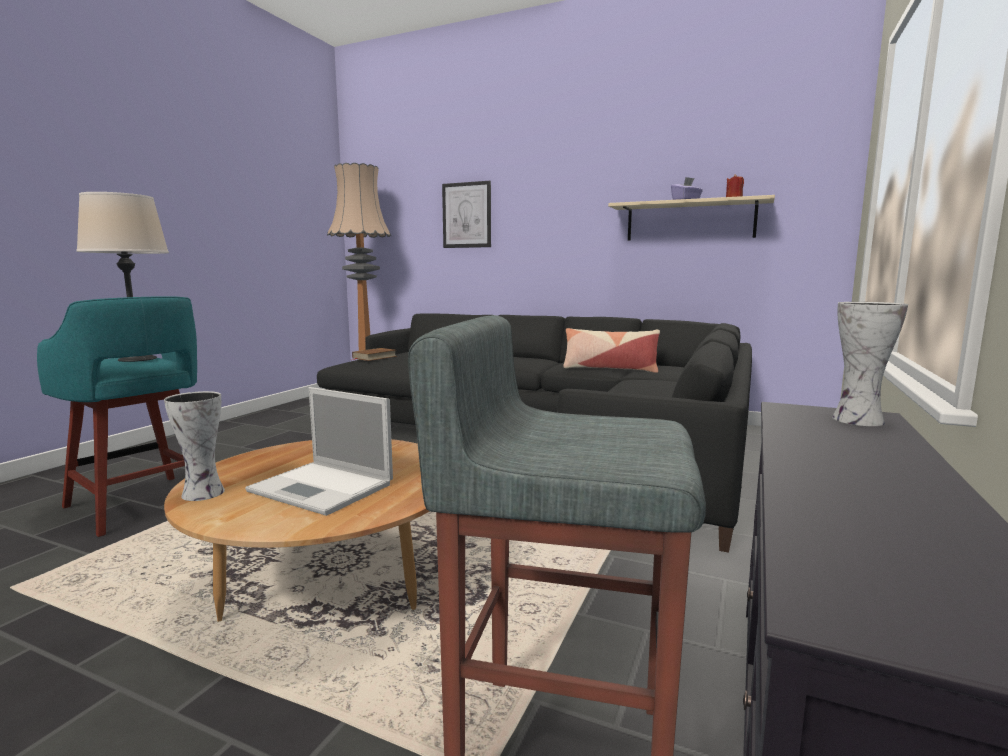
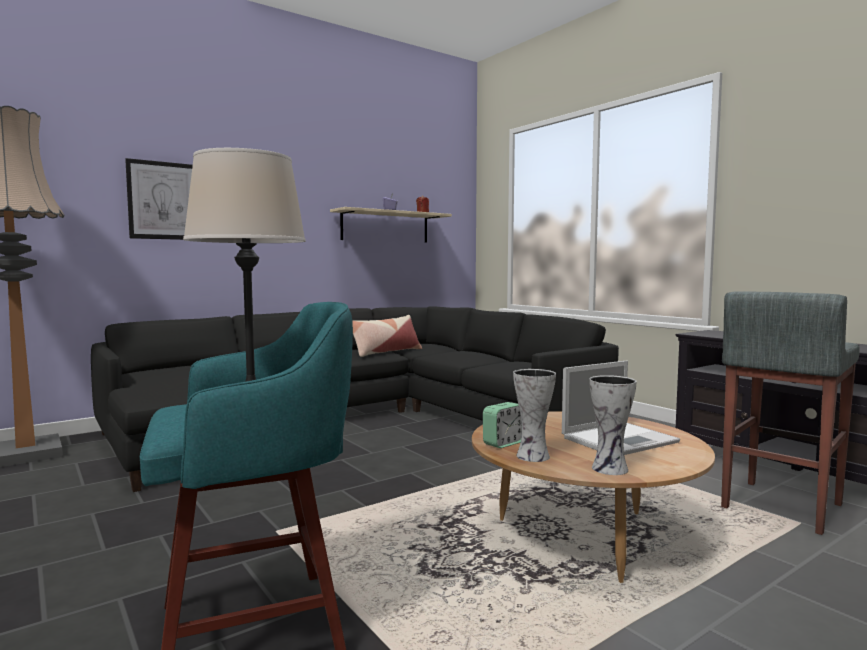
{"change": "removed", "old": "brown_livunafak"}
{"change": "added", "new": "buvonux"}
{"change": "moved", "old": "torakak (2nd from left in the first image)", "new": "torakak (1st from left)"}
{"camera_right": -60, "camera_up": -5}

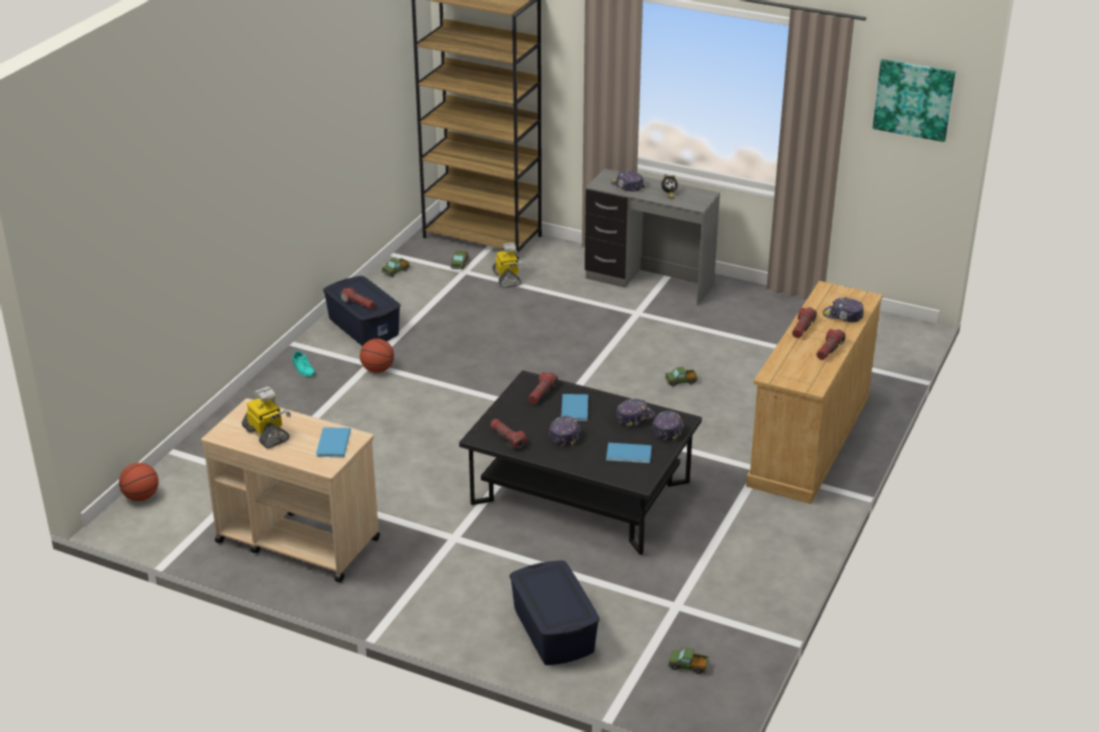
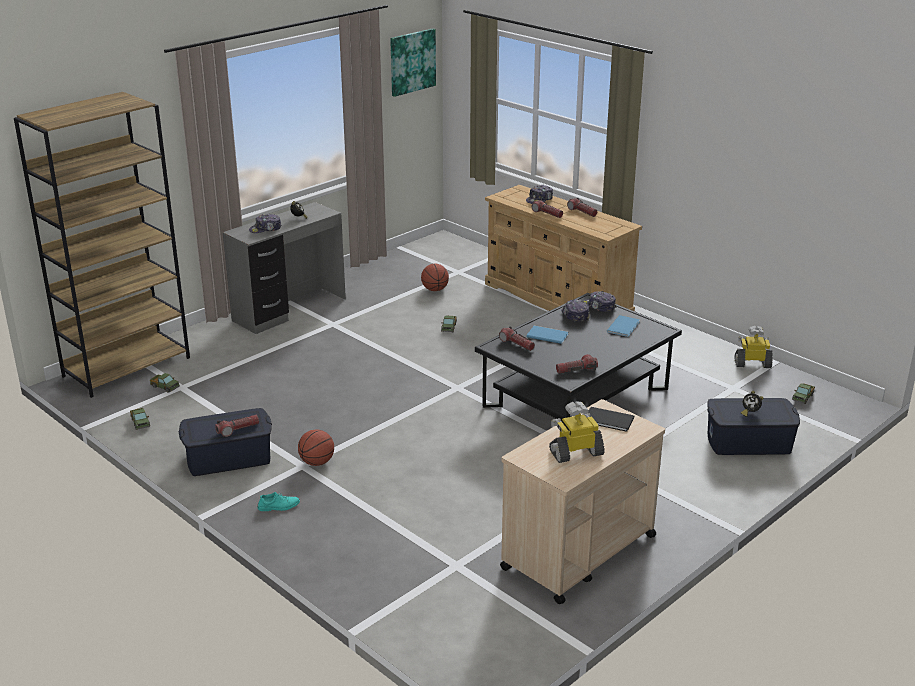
{"change": "removed", "old": "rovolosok (1st from left)"}
{"change": "added", "new": "buvonux (2nd from left)"}
{"change": "moved", "old": "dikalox (1st from left in the first image)", "new": "dikalox (2nd from left)"}
{"change": "moved", "old": "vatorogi (2nd from left)"}
{"change": "recoloured", "old": "blue_livunafak (1st from left)", "new": "black_livunafak"}
{"camera_right": -70, "camera_up": -5}

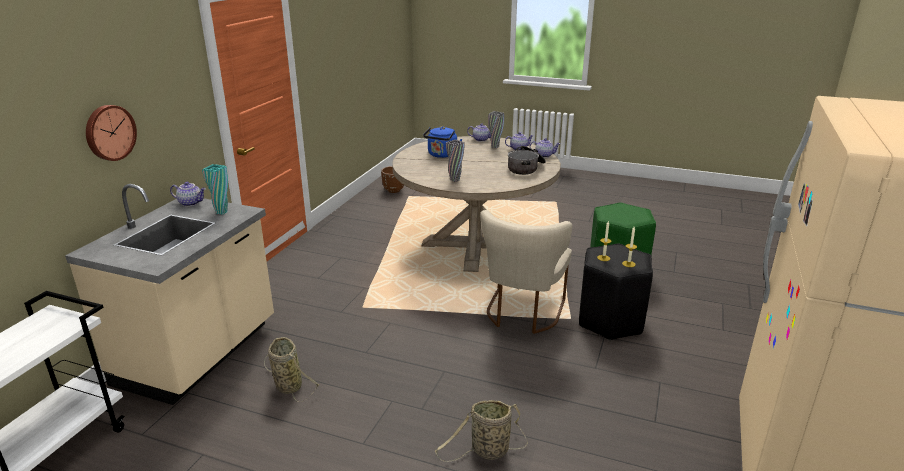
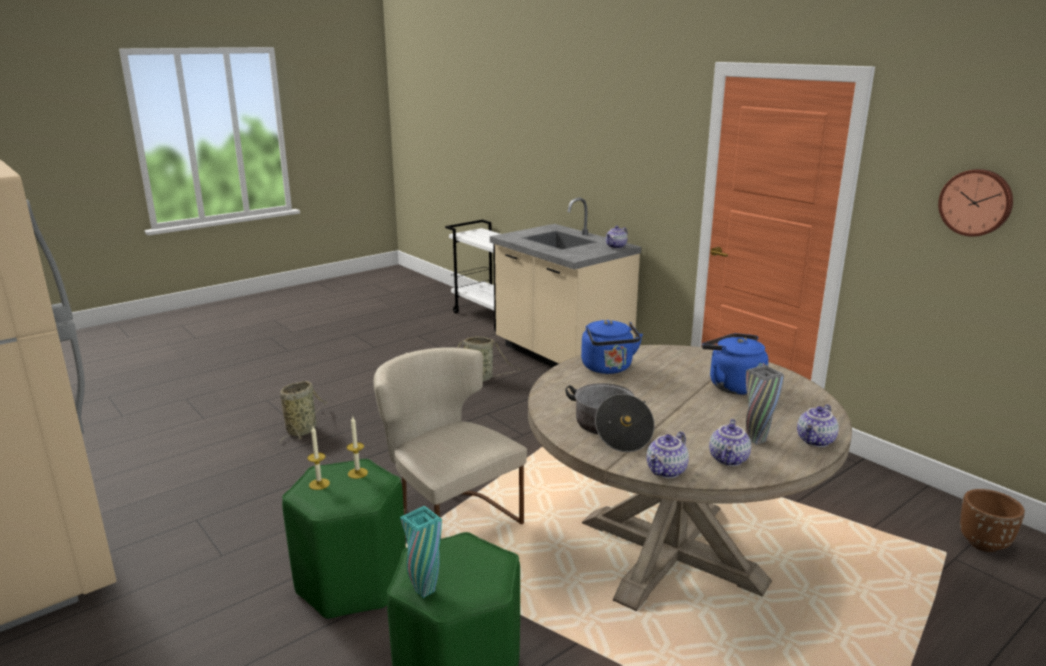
{"change": "moved", "old": "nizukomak"}
{"change": "moved", "old": "turquoise_torakak"}
{"change": "replaced", "old": "grey_torakak (1st from left)", "new": "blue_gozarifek (1st from left)"}
{"change": "recoloured", "old": "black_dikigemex", "new": "green_dikigemex (1st from left)"}
{"camera_right": 120, "camera_up": -5}

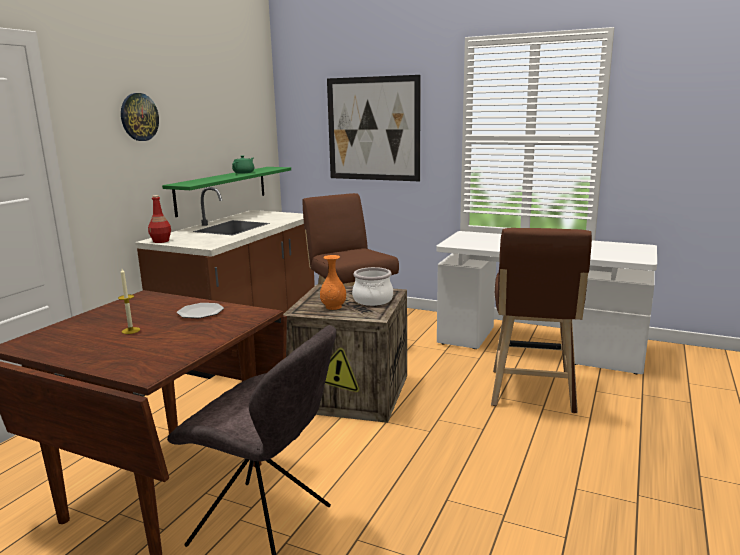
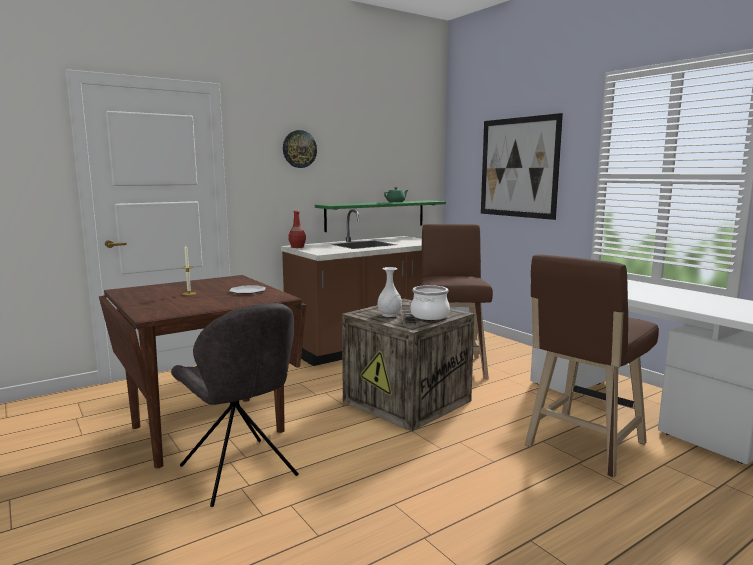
{"change": "recoloured", "old": "orange_torakak", "new": "white_torakak"}
{"camera_right": 30, "camera_up": -5}

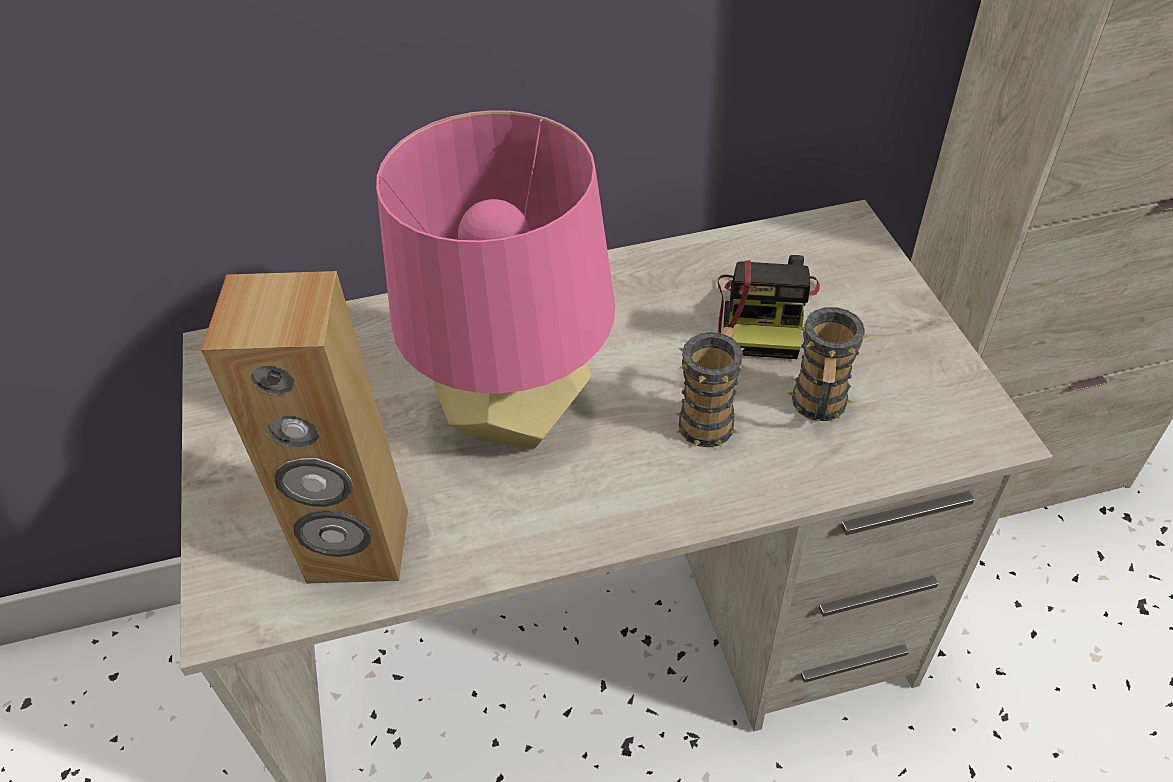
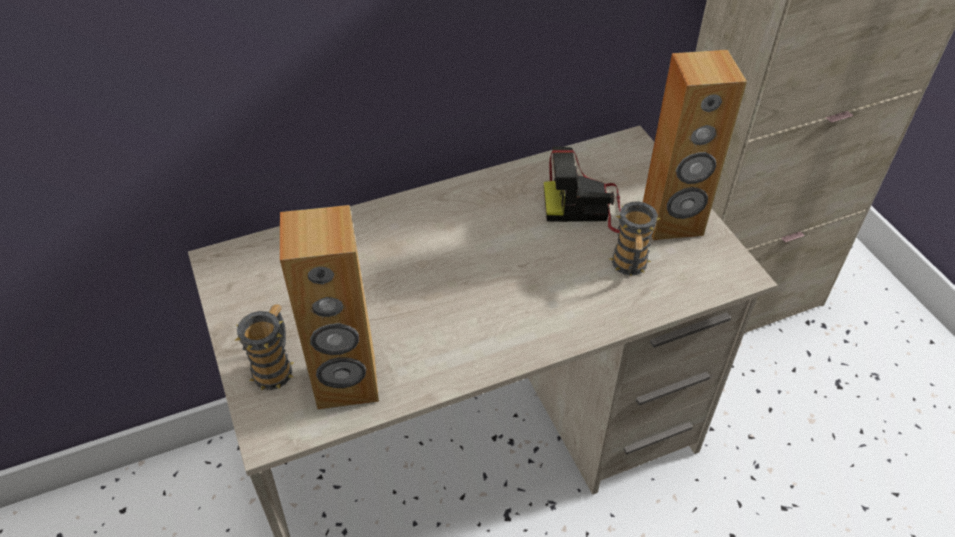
{"change": "removed", "old": "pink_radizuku"}
{"change": "added", "new": "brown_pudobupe (2nd from left)"}
{"change": "moved", "old": "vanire (1st from left)"}
{"change": "turned", "old": "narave", "degrees": 90}
{"camera_right": -10, "camera_up": 0}

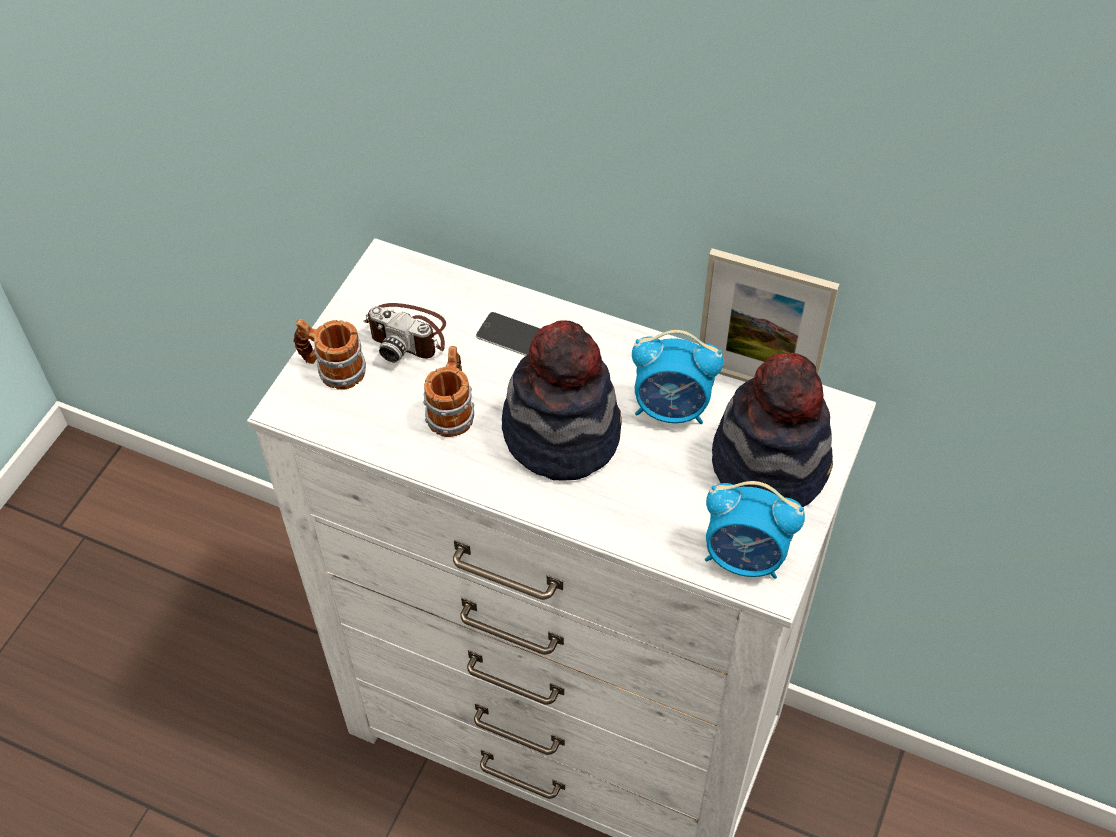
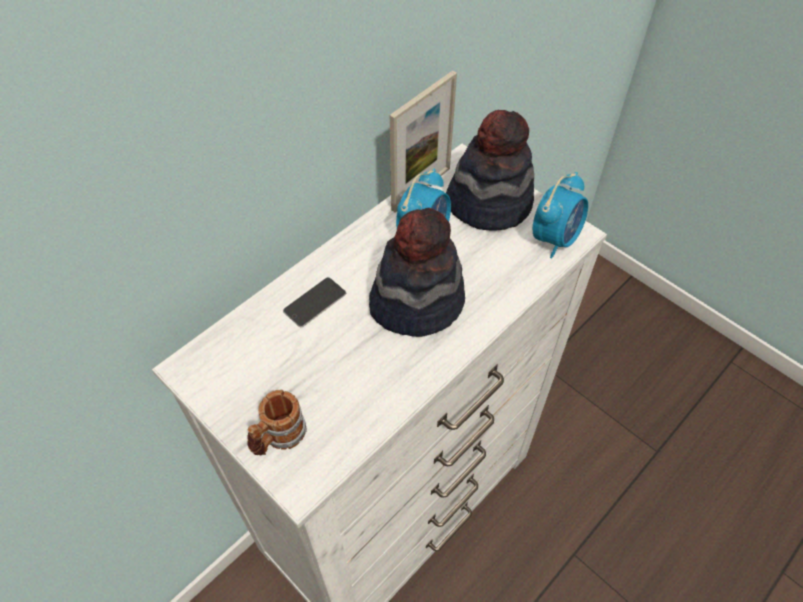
{"change": "removed", "old": "narave"}
{"change": "removed", "old": "vanire (2nd from left)"}
{"camera_right": -70, "camera_up": 0}

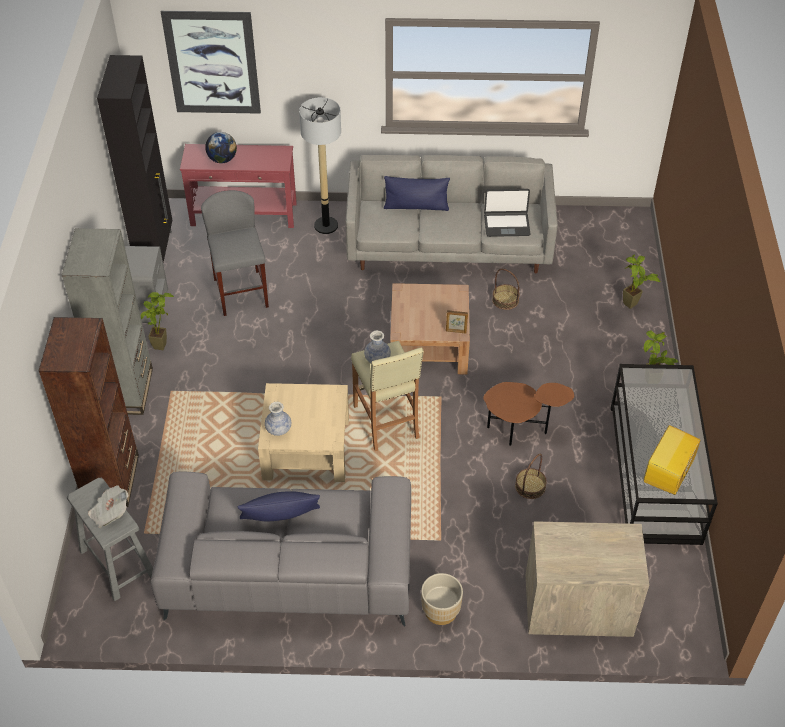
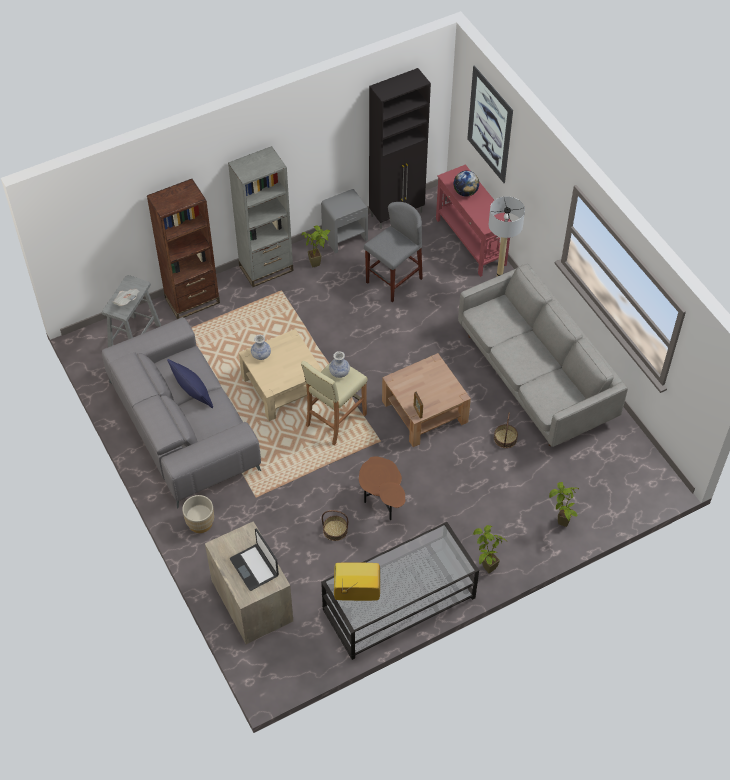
{"change": "removed", "old": "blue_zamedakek (2nd from left)"}
{"change": "moved", "old": "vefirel"}
{"camera_right": 60, "camera_up": 5}

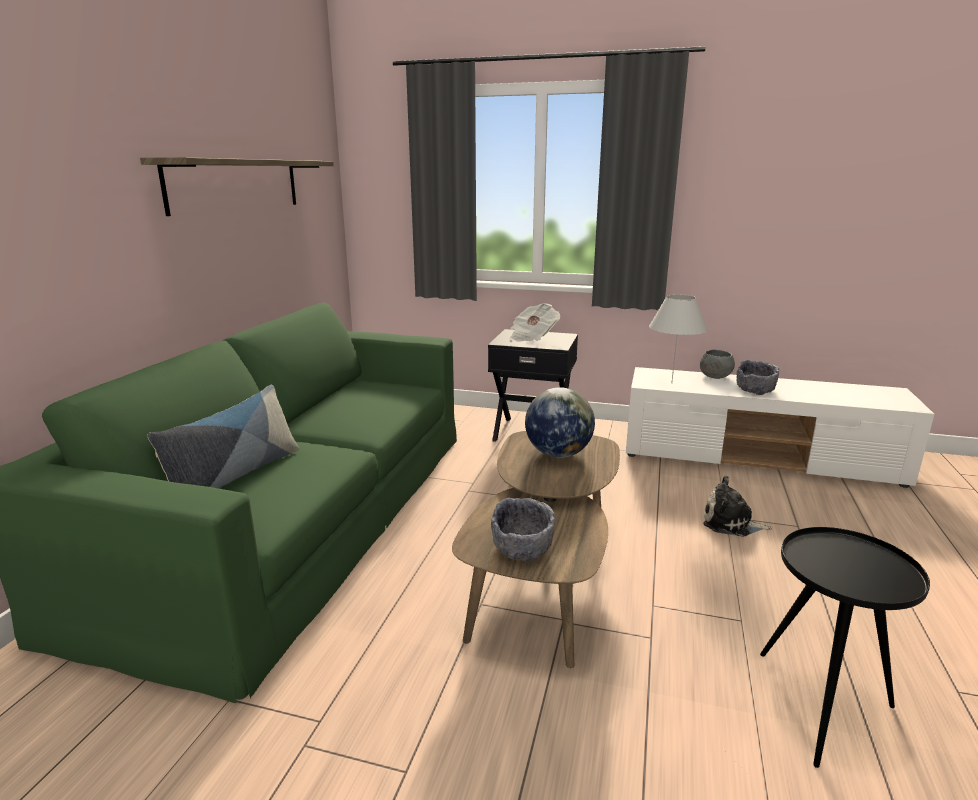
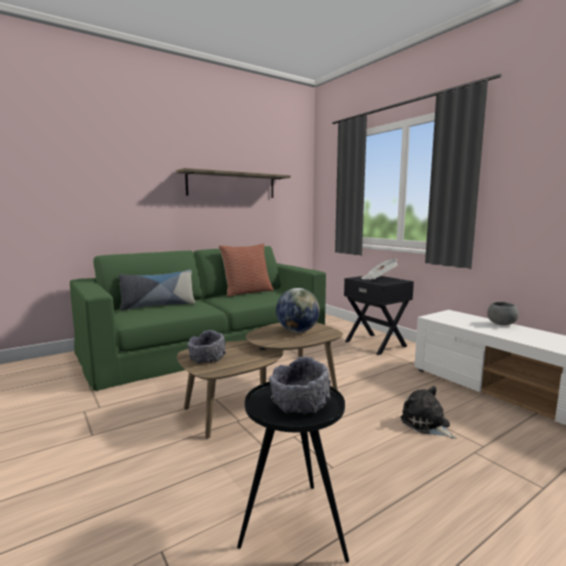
{"change": "removed", "old": "white_radizuku"}
{"change": "added", "new": "zamedakek (2nd from left)"}
{"change": "moved", "old": "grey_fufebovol (3rd from left in the first image)", "new": "grey_fufebovol (2nd from left)"}
{"camera_right": 40, "camera_up": -10}

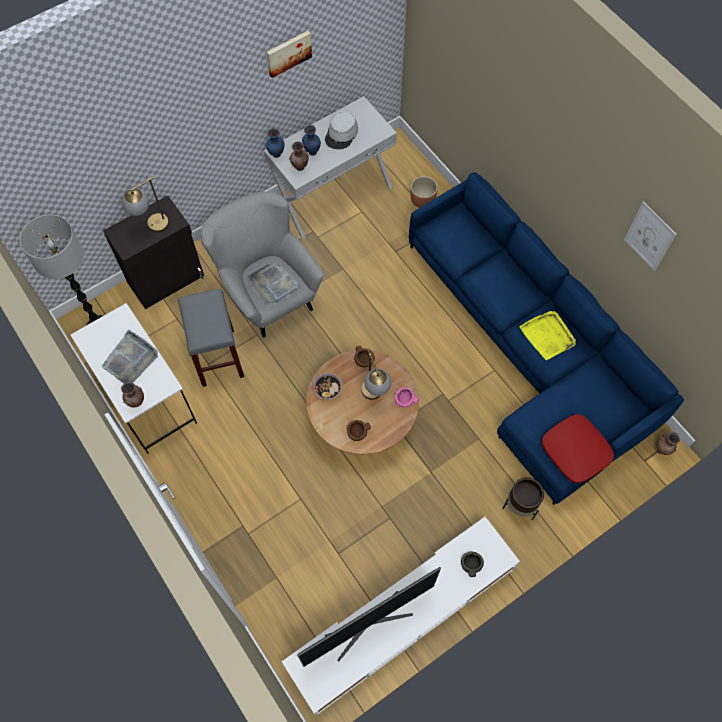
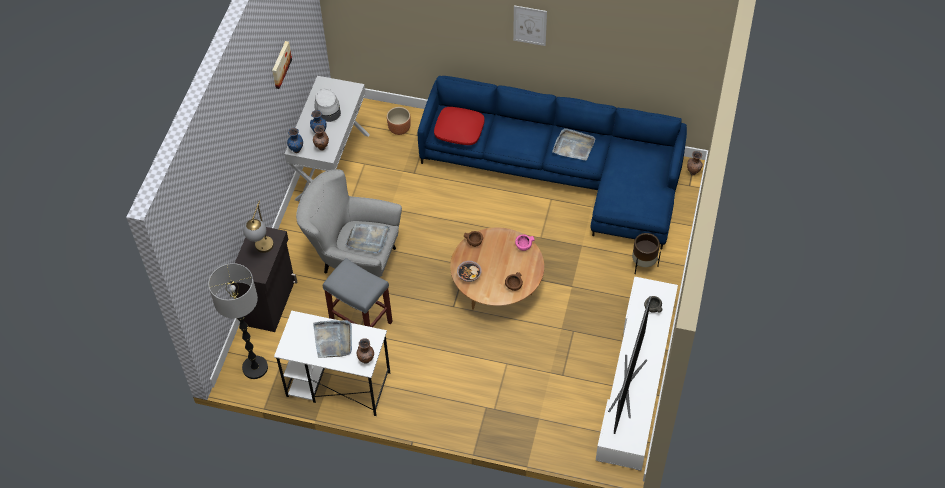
{"change": "removed", "old": "radizuku (2nd from left)"}
{"change": "moved", "old": "red_zamedakek"}
{"change": "moved", "old": "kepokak (2nd from left)"}
{"change": "recoloured", "old": "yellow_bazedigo", "new": "grey_bazedigo (3rd from left)"}
{"camera_right": -40, "camera_up": -10}

